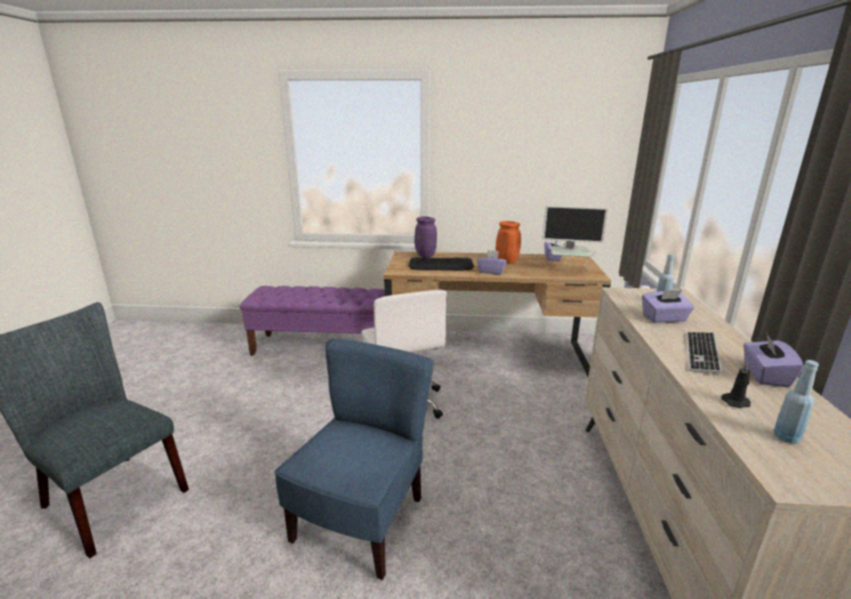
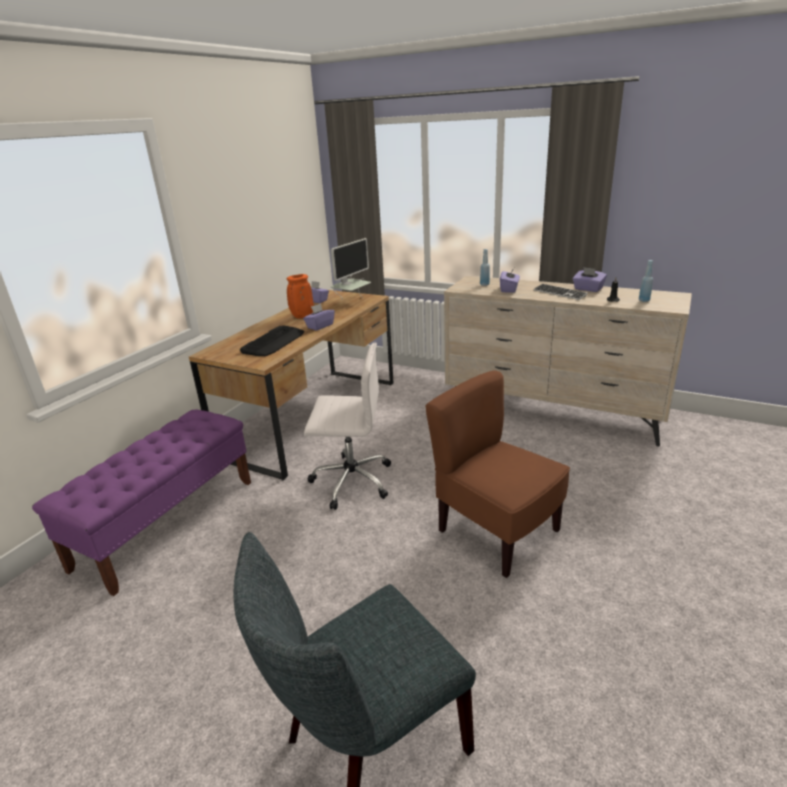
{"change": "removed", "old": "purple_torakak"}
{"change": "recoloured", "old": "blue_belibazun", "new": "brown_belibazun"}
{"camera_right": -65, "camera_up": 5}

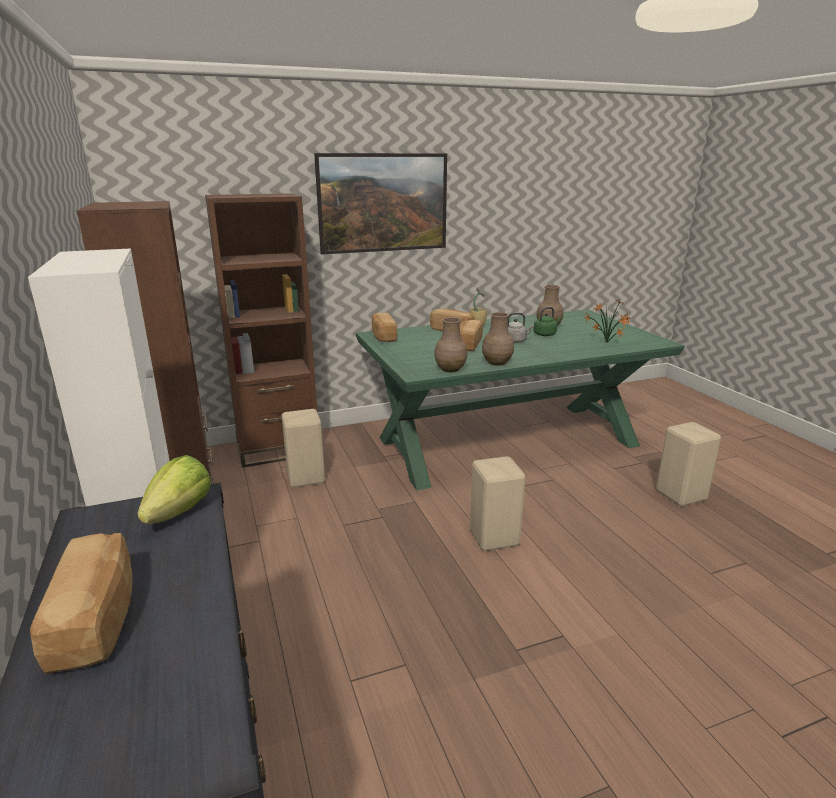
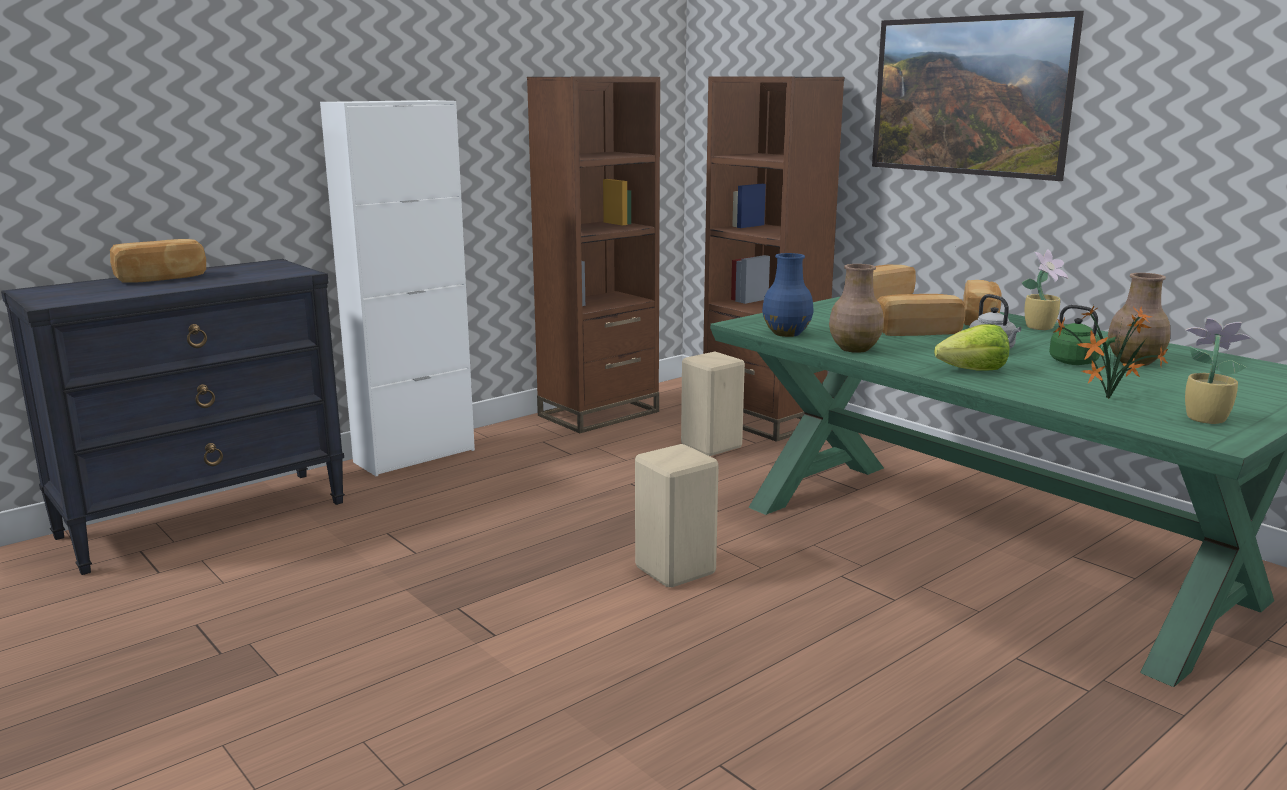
{"change": "removed", "old": "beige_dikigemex (3rd from left)"}
{"change": "added", "new": "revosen (3rd from left)"}
{"change": "moved", "old": "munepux"}
{"change": "recoloured", "old": "brown_torakak (1st from left)", "new": "blue_torakak"}
{"camera_right": 70, "camera_up": -5}

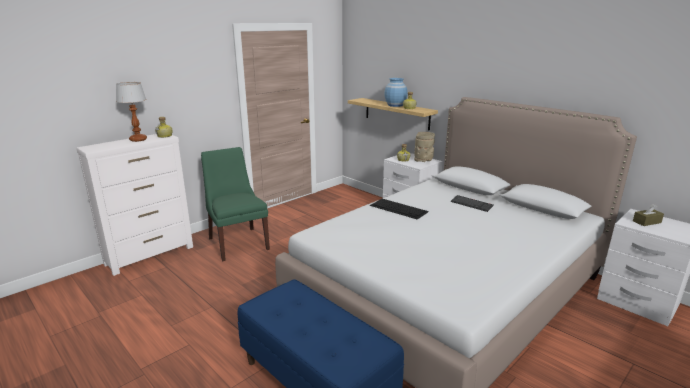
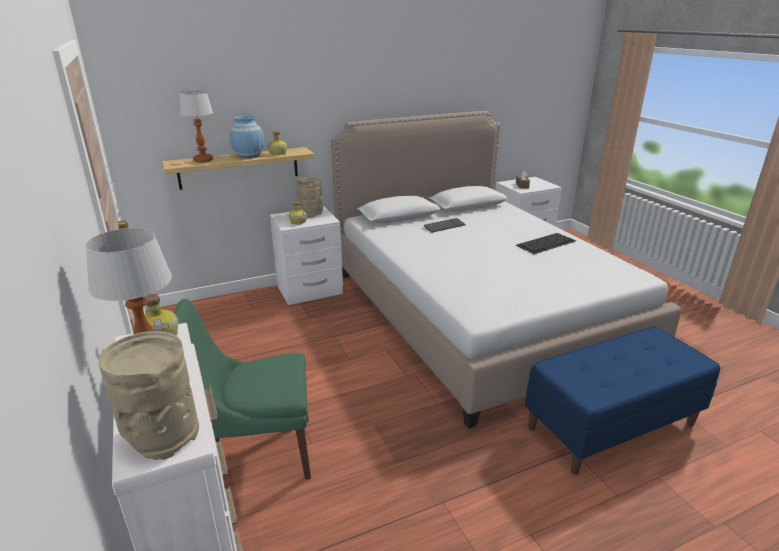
{"change": "added", "new": "beige_torakak (1st from left)"}
{"change": "added", "new": "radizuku (2nd from left)"}
{"change": "moved", "old": "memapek (1st from left in the first image)", "new": "memapek (2nd from left)"}
{"camera_right": -70, "camera_up": 5}

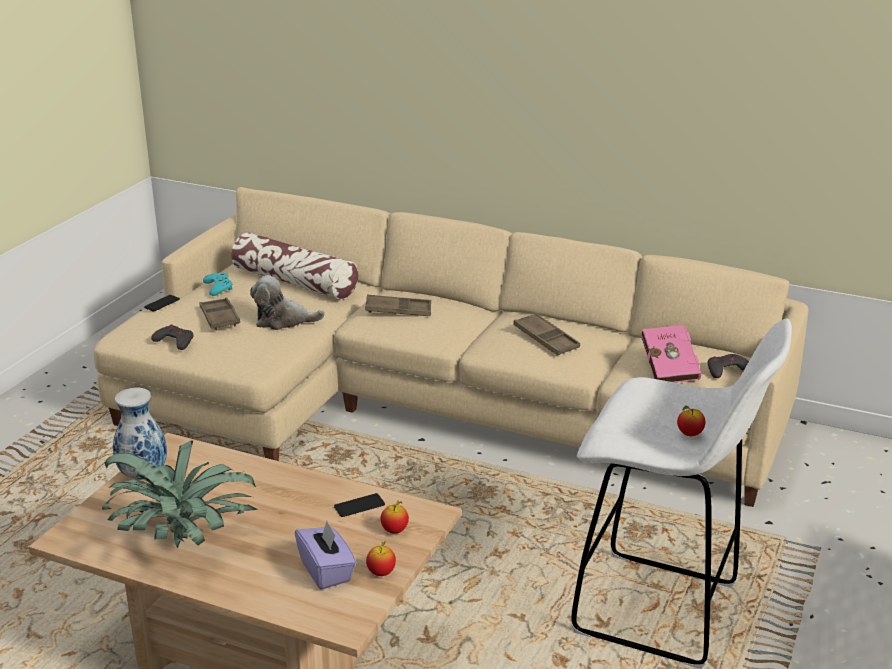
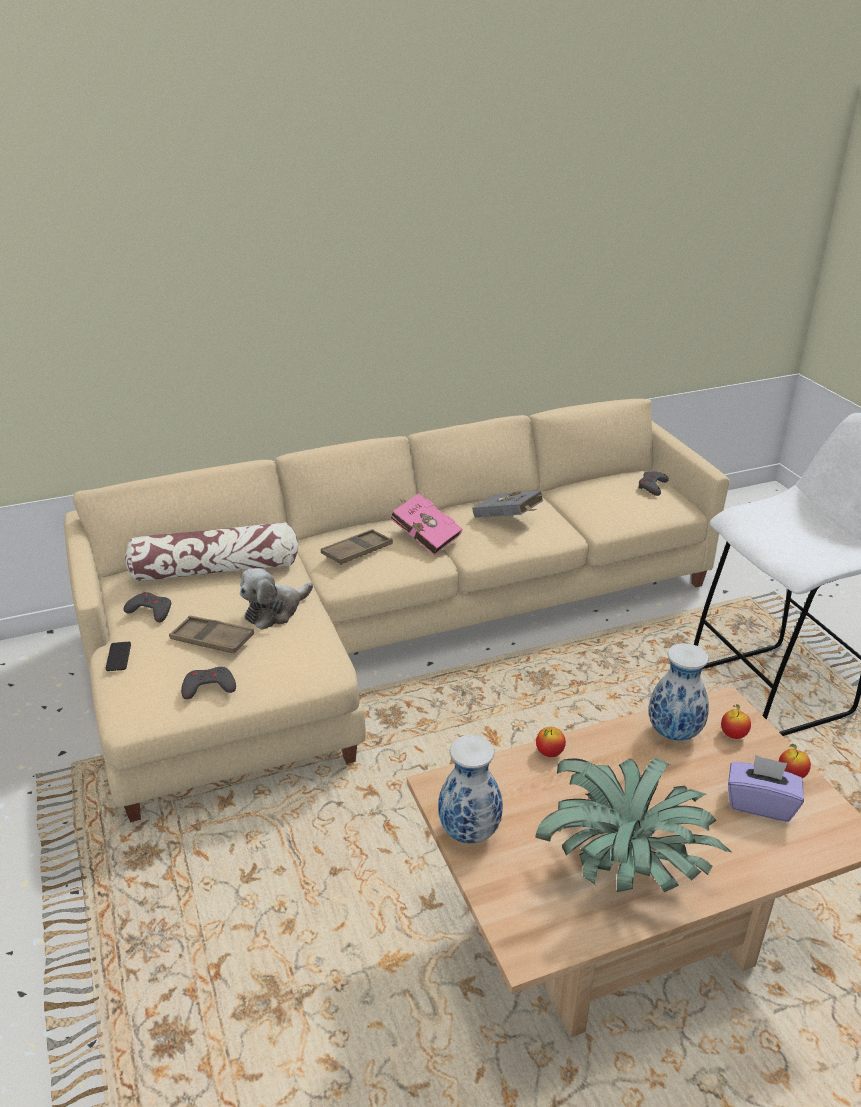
{"change": "moved", "old": "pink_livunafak"}
{"change": "moved", "old": "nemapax (3rd from left in the first image)", "new": "nemapax (1st from left)"}
{"change": "replaced", "old": "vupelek (2nd from left)", "new": "torakak (2nd from left)"}
{"change": "replaced", "old": "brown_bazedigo (3rd from left)", "new": "grey_livunafak"}
{"change": "recoloured", "old": "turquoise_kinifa", "new": "grey_kinifa (1st from left)"}
{"camera_right": -45, "camera_up": 5}

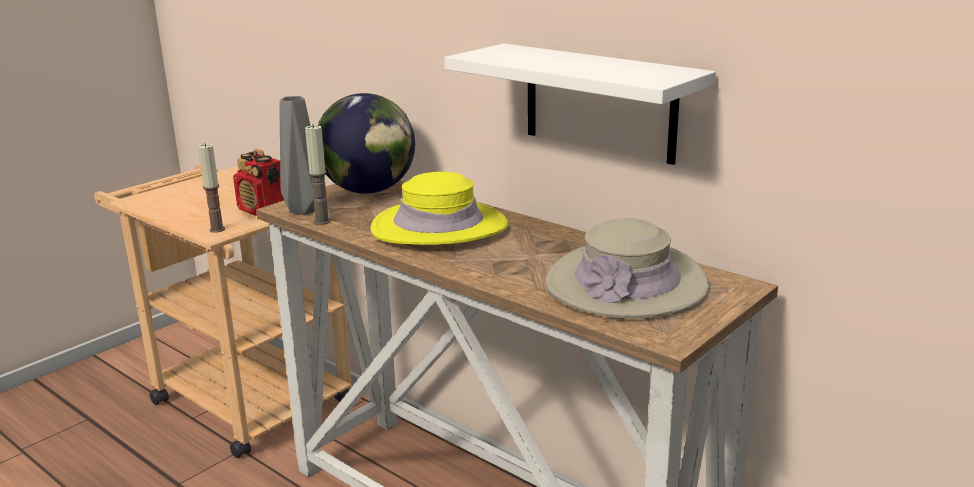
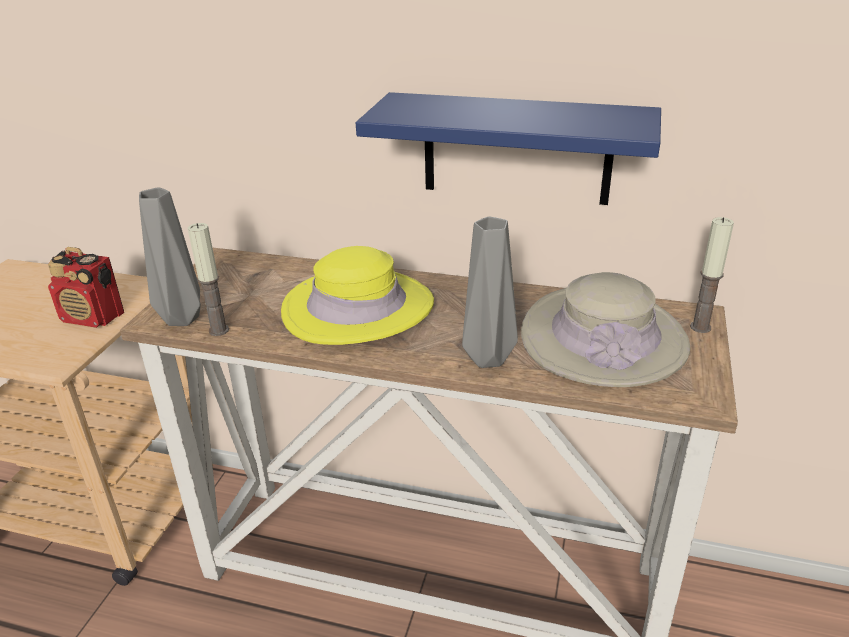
{"change": "removed", "old": "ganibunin"}
{"change": "added", "new": "grey_torakak (2nd from left)"}
{"change": "moved", "old": "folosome (1st from left in the first image)", "new": "folosome (2nd from left)"}
{"change": "recoloured", "old": "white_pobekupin", "new": "blue_pobekupin"}
{"camera_right": -25, "camera_up": 10}

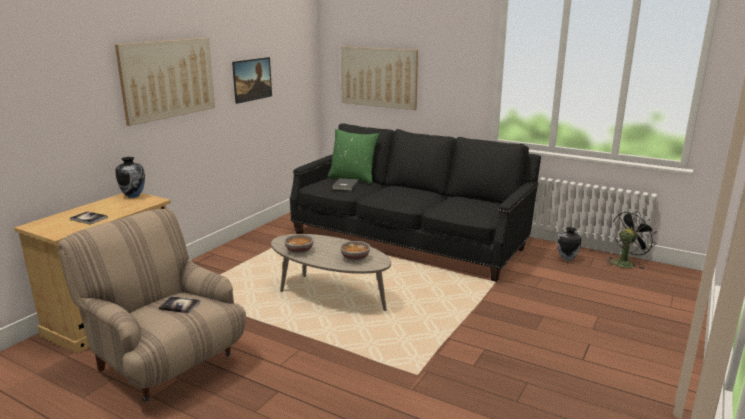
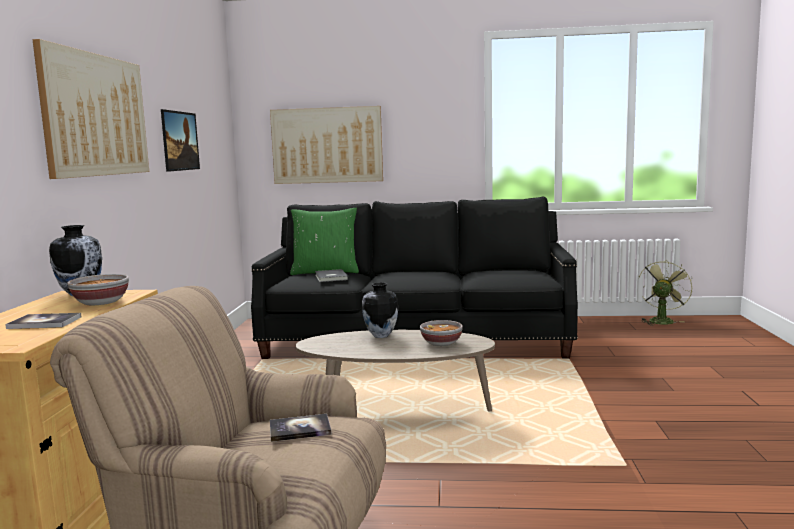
{"change": "moved", "old": "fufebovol (1st from left)"}
{"change": "moved", "old": "torakak (2nd from left)"}
{"change": "recoloured", "old": "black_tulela", "new": "green_tulela"}
{"camera_right": -25, "camera_up": -10}

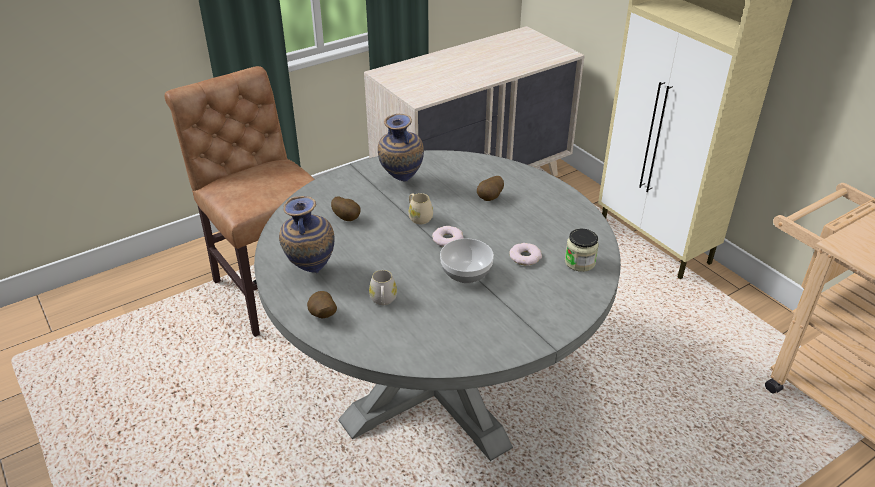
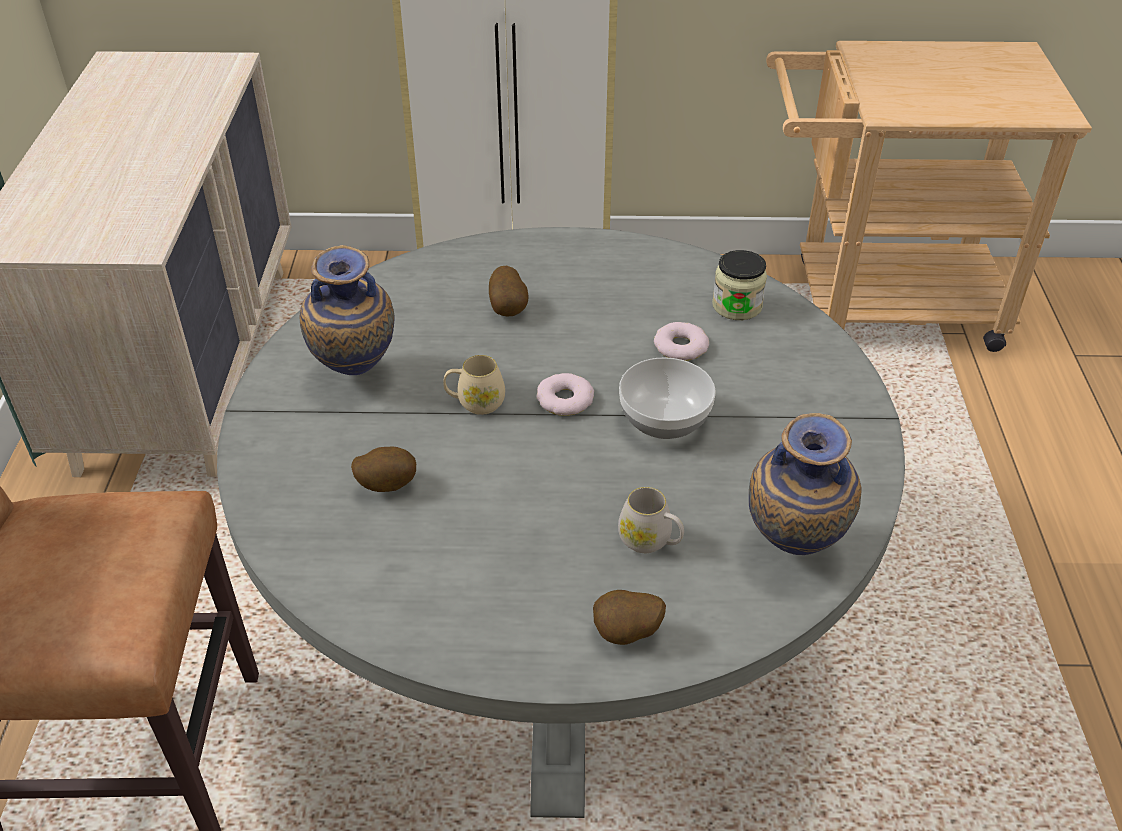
{"change": "moved", "old": "torakak (1st from left in the first image)", "new": "torakak (2nd from left)"}
{"camera_right": -55, "camera_up": 5}

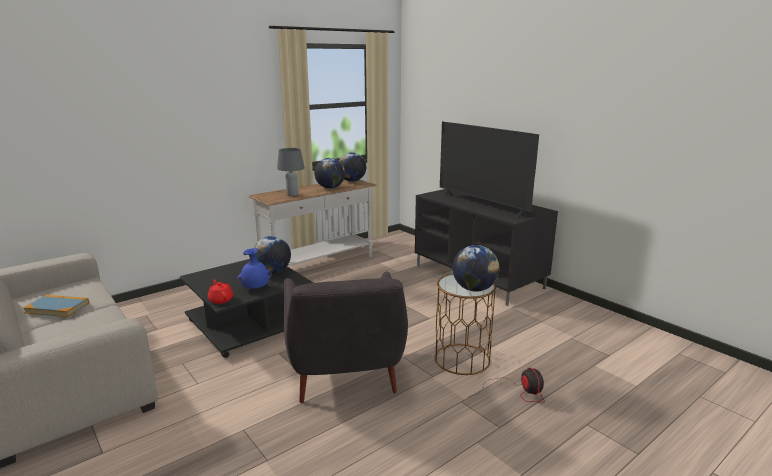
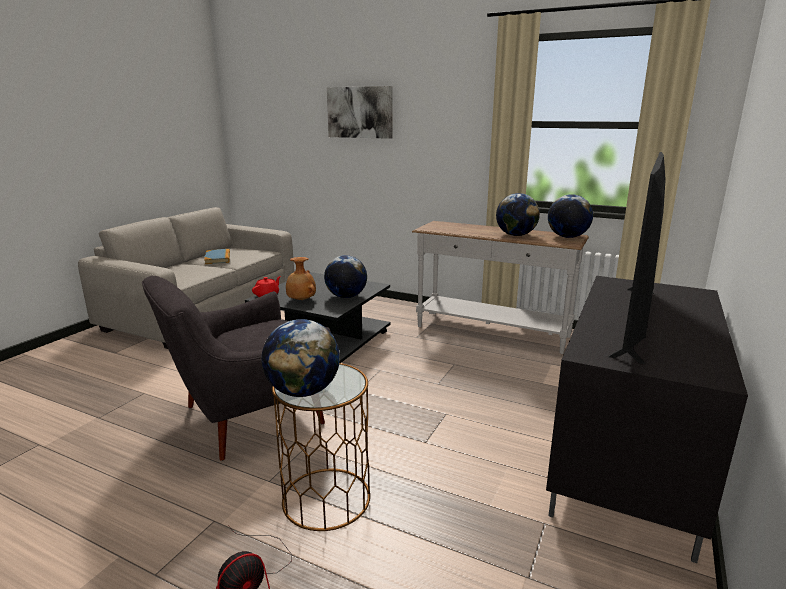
{"change": "removed", "old": "grey_radizuku"}
{"change": "added", "new": "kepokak"}
{"change": "recoloured", "old": "blue_torakak", "new": "brown_torakak"}
{"camera_right": 65, "camera_up": 0}

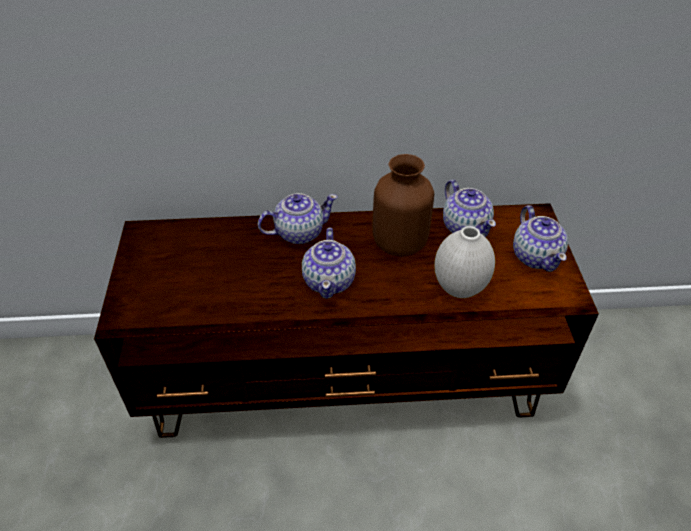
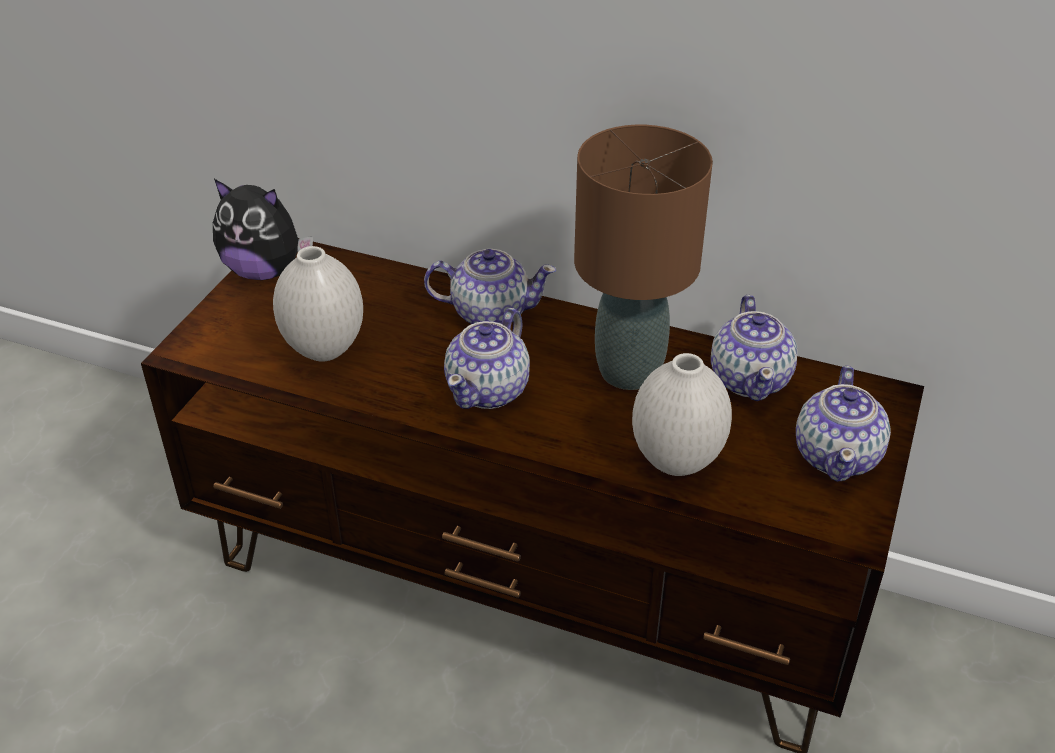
{"change": "added", "new": "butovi"}
{"change": "added", "new": "white_torakak (1st from left)"}
{"change": "replaced", "old": "brown_torakak", "new": "brown_radizuku"}
{"camera_right": 25, "camera_up": -5}

